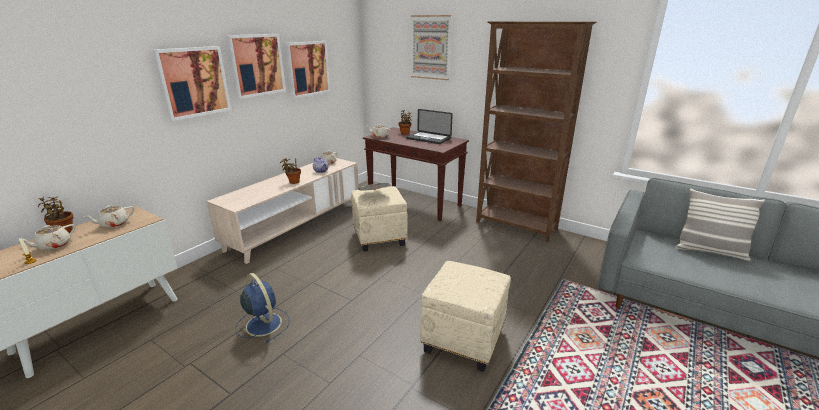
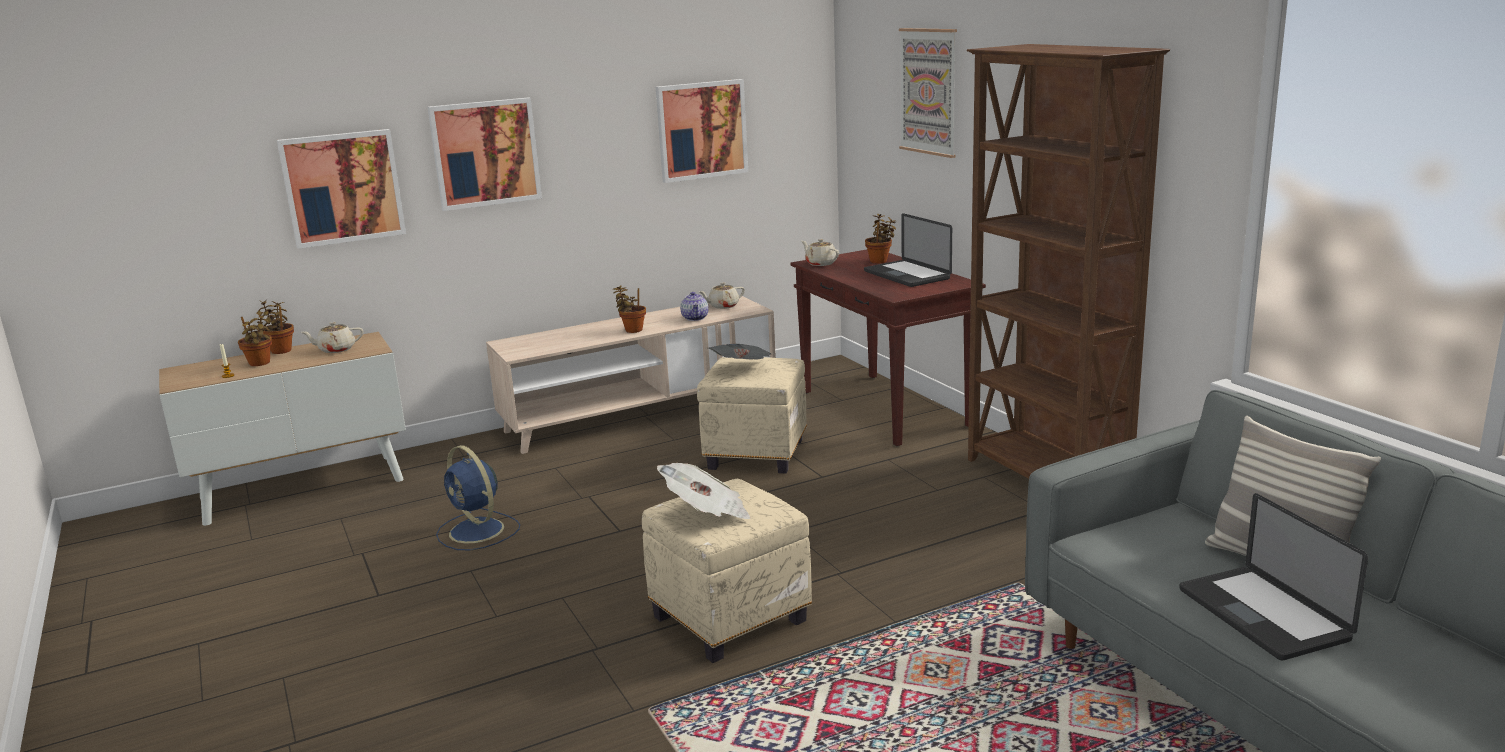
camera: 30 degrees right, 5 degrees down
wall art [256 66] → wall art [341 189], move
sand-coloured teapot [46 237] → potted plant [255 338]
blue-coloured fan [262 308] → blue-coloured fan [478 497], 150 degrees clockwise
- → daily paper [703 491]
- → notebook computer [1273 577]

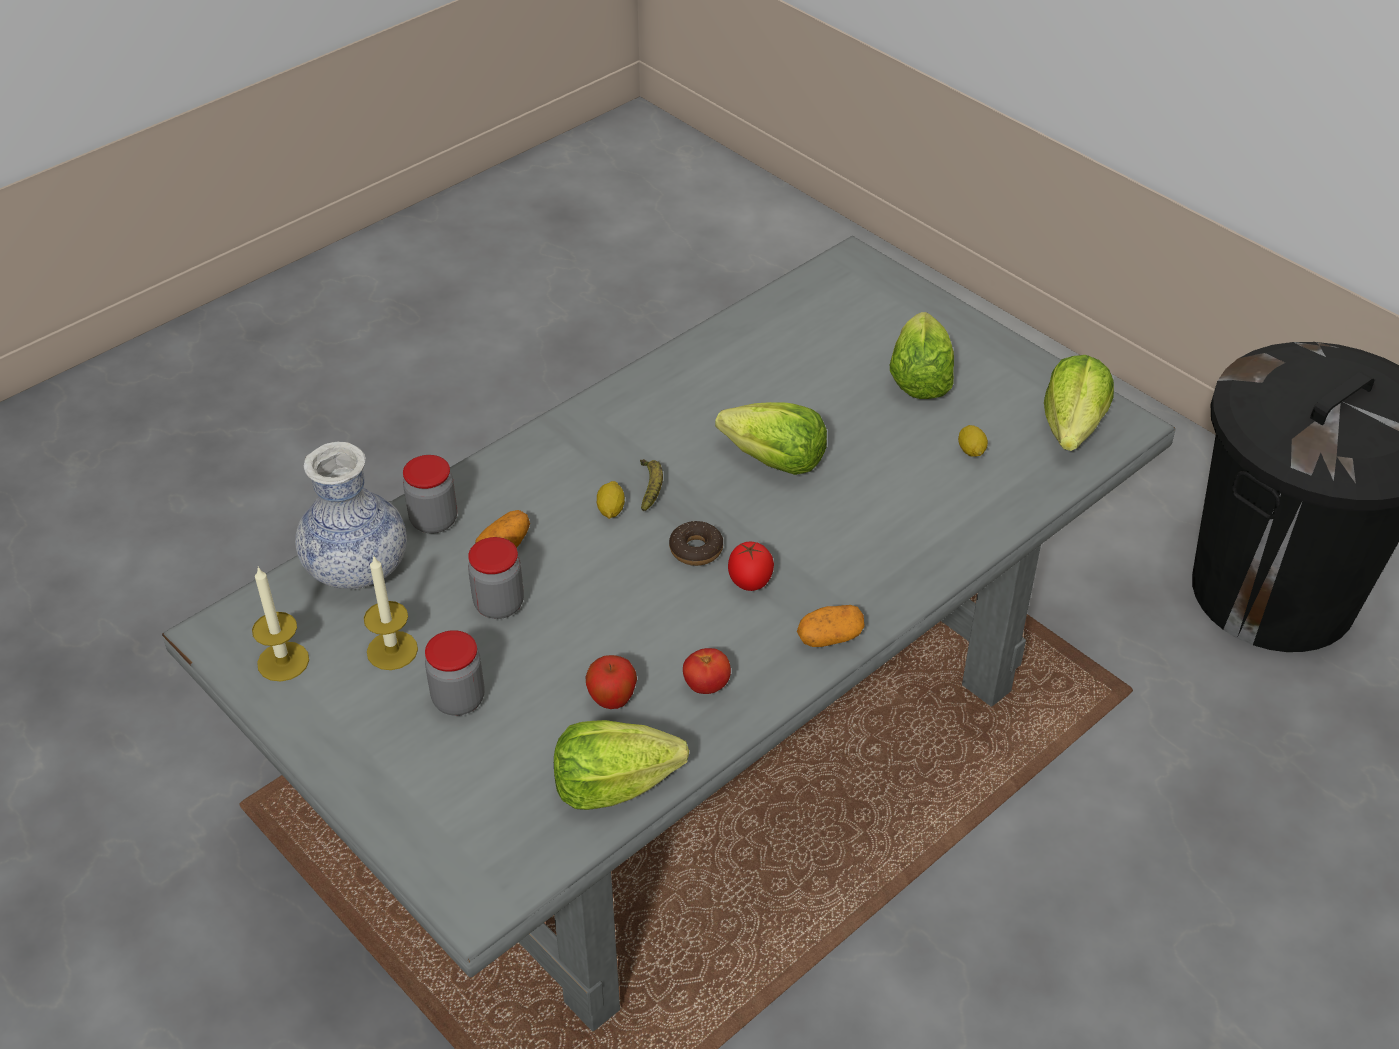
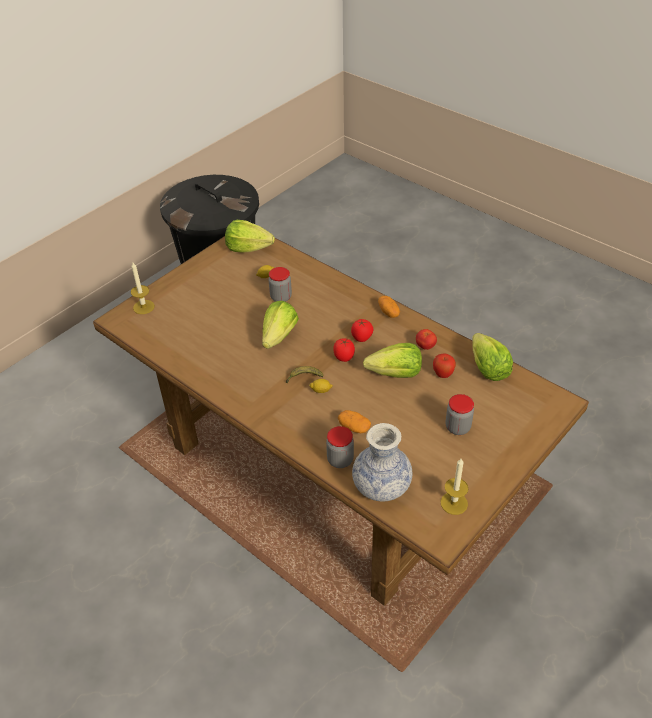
camera: 95 degrees left, 0 degrees up
gray kitchen table [669 633] → brownish kitchen table [341 421]
lettuce head [922 355] → lettuce head [392 360], move
donut [696 543] → fresh tomato [344 350]
preserve jar [496 578] → preserve jar [280 284], move
wax light [391 612] → wax light [143 288], move

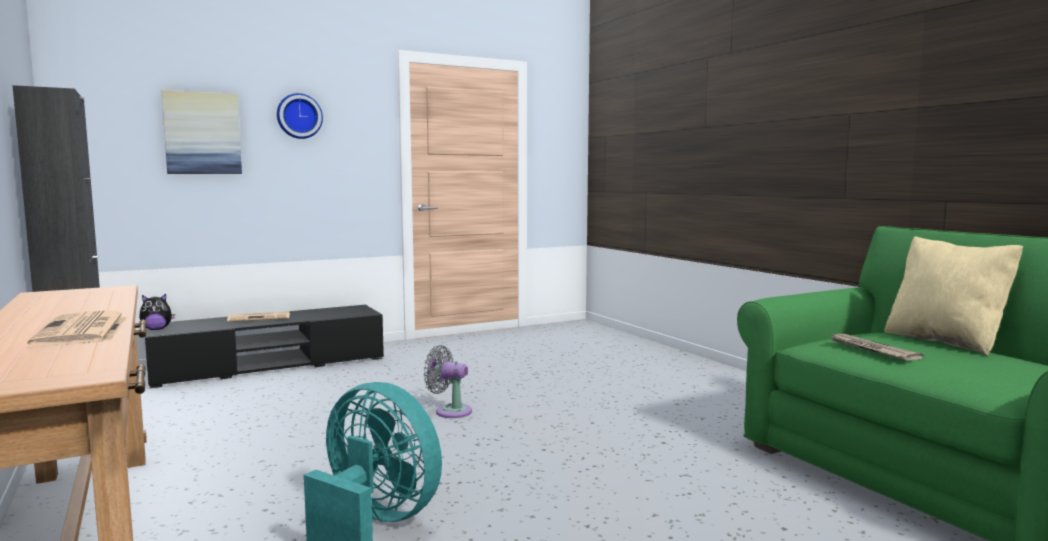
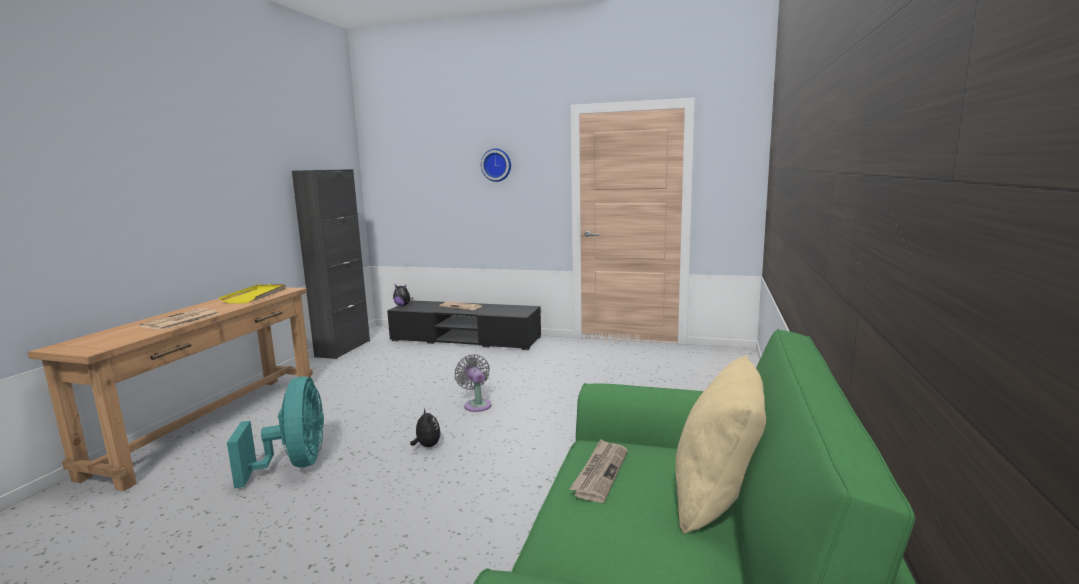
camera: 45 degrees right, 5 degrees up
wall art [202 132] → -
- → yellow-coloured carrying tray [252 294]
- → cuddly toy [425 428]

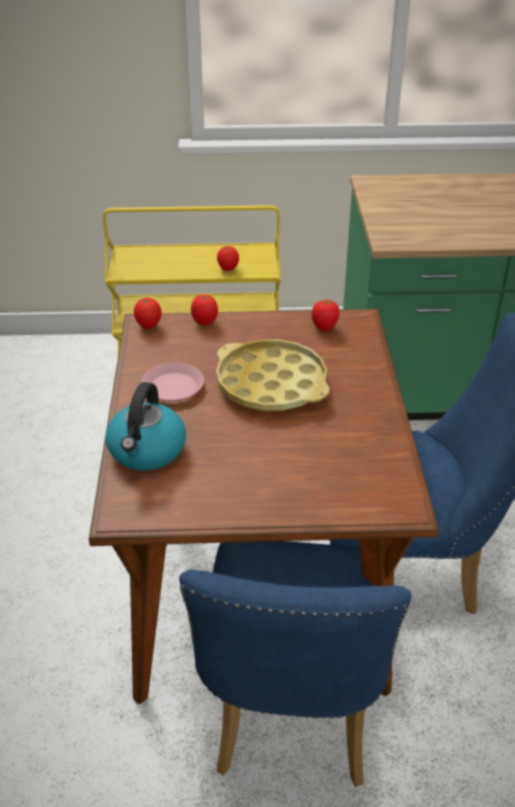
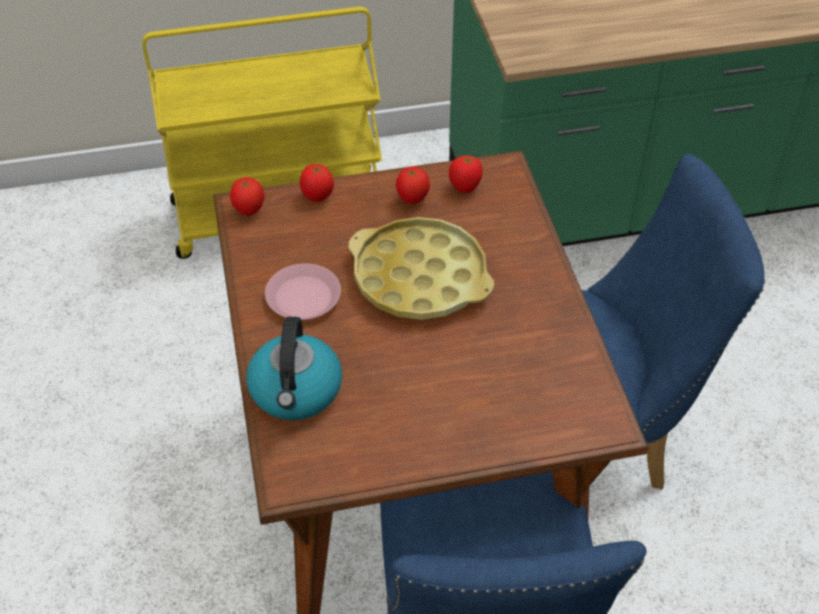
camera: 10 degrees left, 10 degrees up
fresh tomato [228 258] → fresh tomato [413 185], move

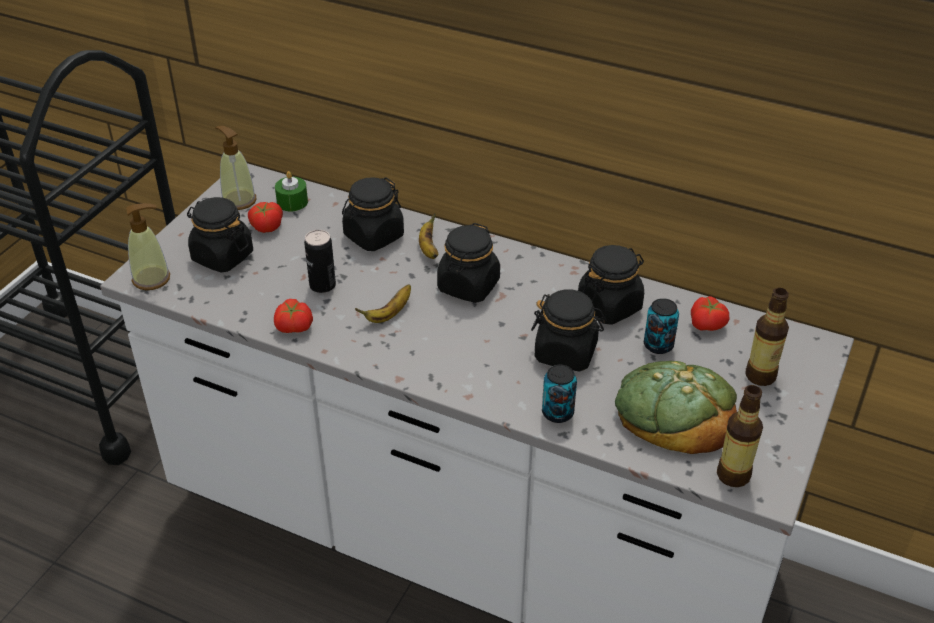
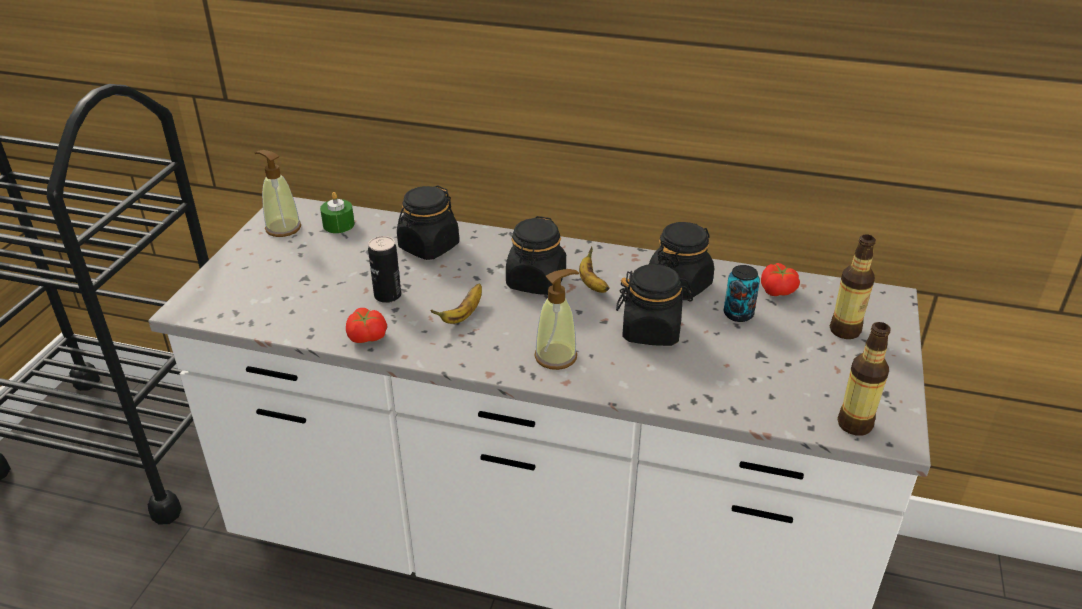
camera: 10 degrees left, 5 degrees down
black-coloured preserve jar [220 235] → -
fresh tomato [265 217] → -
liquid soap bottle [148 246] → liquid soap bottle [556 319], move
banana fruit [428 235] → banana fruit [594 270], move
bread [676 407] → -
can [559 394] → -

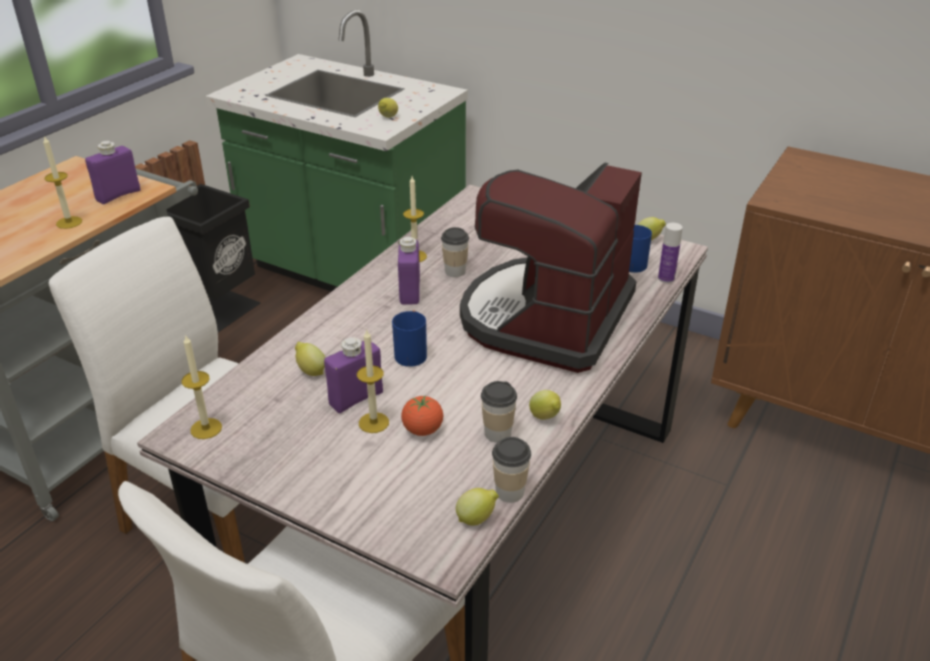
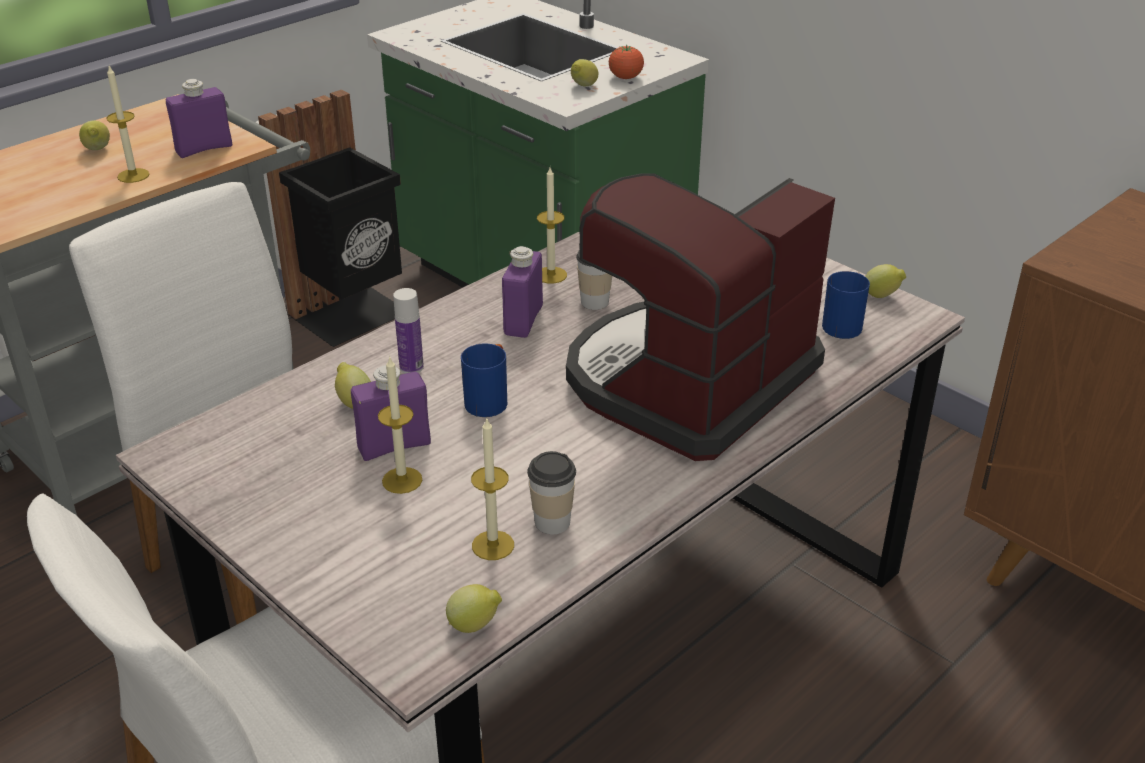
camera: 15 degrees right, 0 degrees up
drink bottle [670 253] → drink bottle [408 331], move
wax light [201 386] → wax light [492 489], move
citrus fruit [545 405] → citrus fruit [94 135], move
fresh tomato [422 416] → fresh tomato [626 62], move
cup [511 470] → -

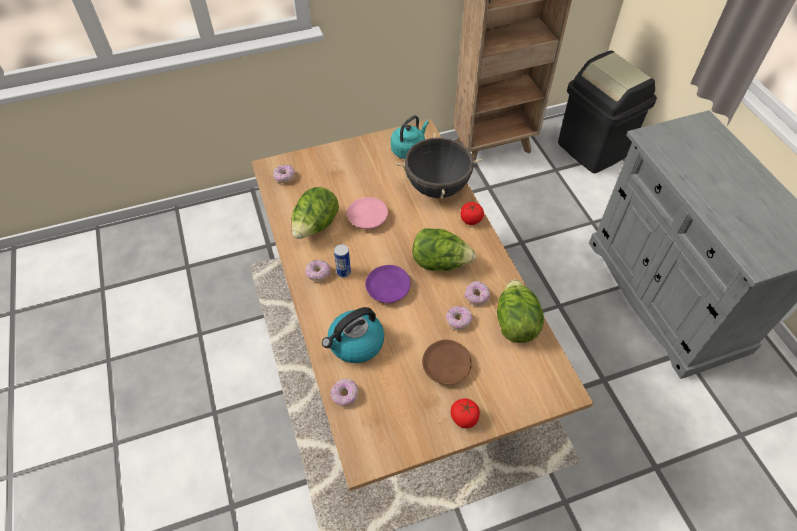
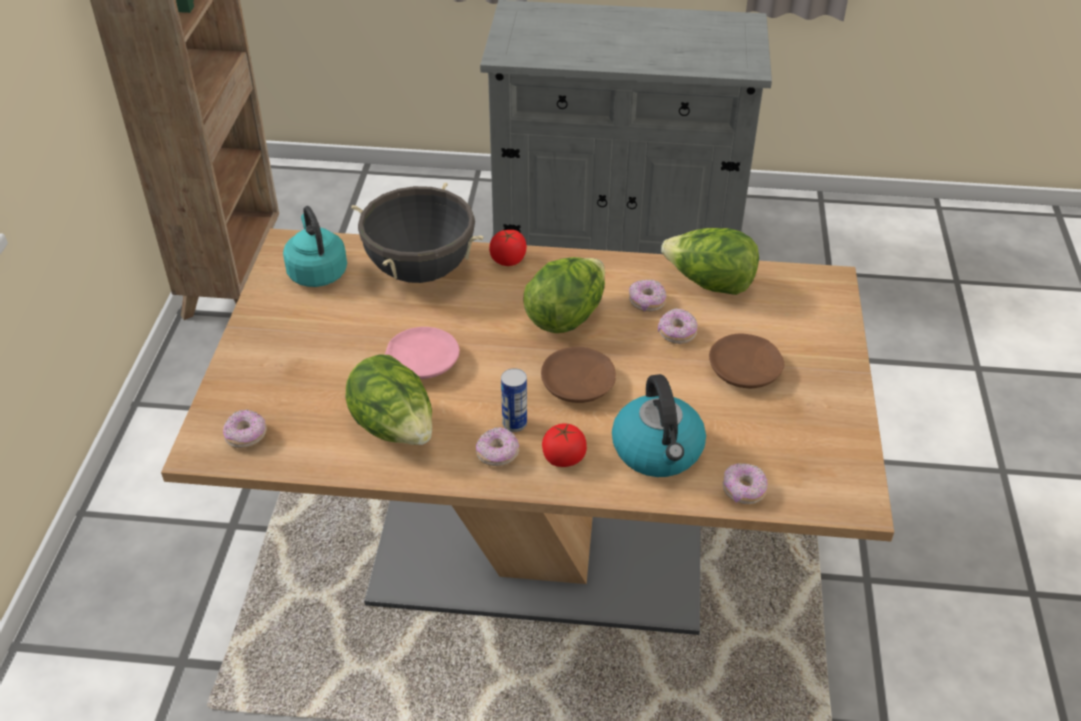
camera: 65 degrees left, 10 degrees down
black-coloured waste bin [607 111] → -
purple-coloured flat dish [388 284] → brownish flat dish [578 375]
fresh tomato [465 413] → fresh tomato [564 445], move

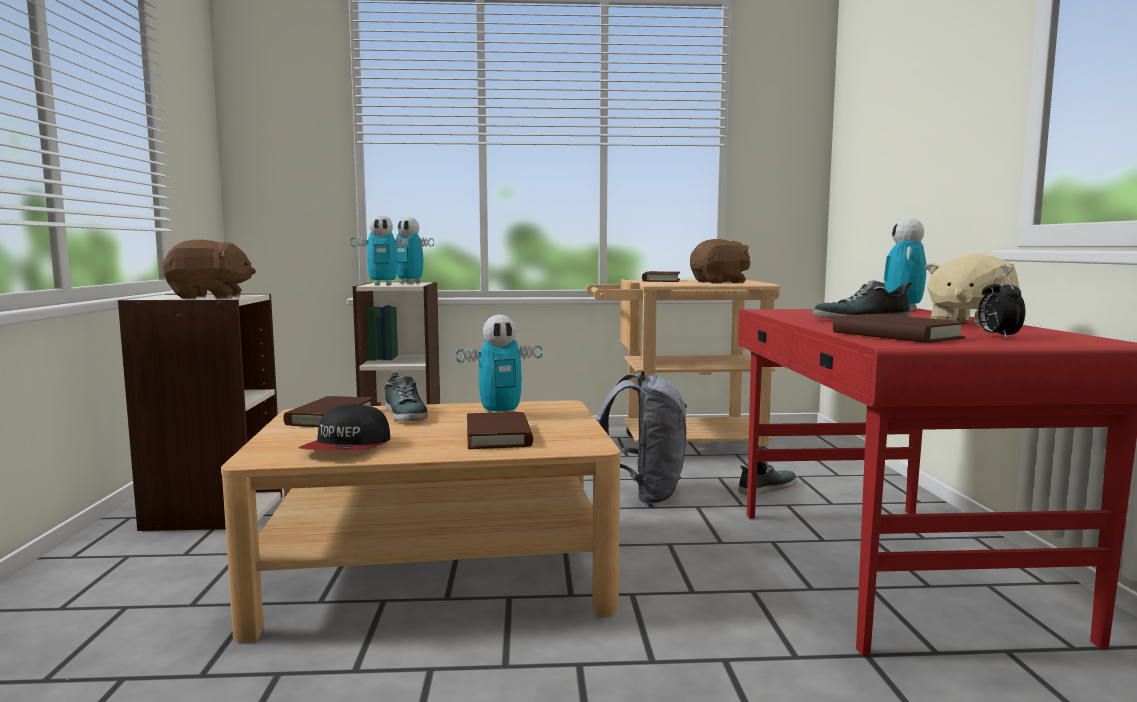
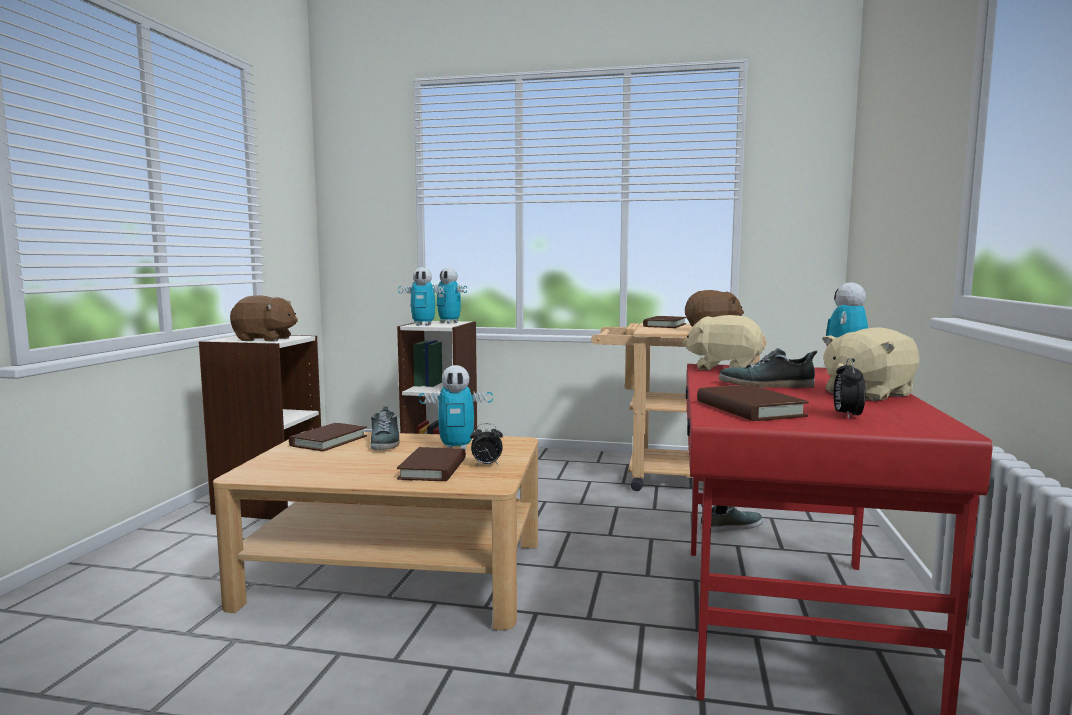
camera: 15 degrees right, 0 degrees up
gray knapsack [641 437] → -
peaked cap [344 427] → -
- → sand-coloured cuddly toy [724 342]
- → alarm clock [486 444]

